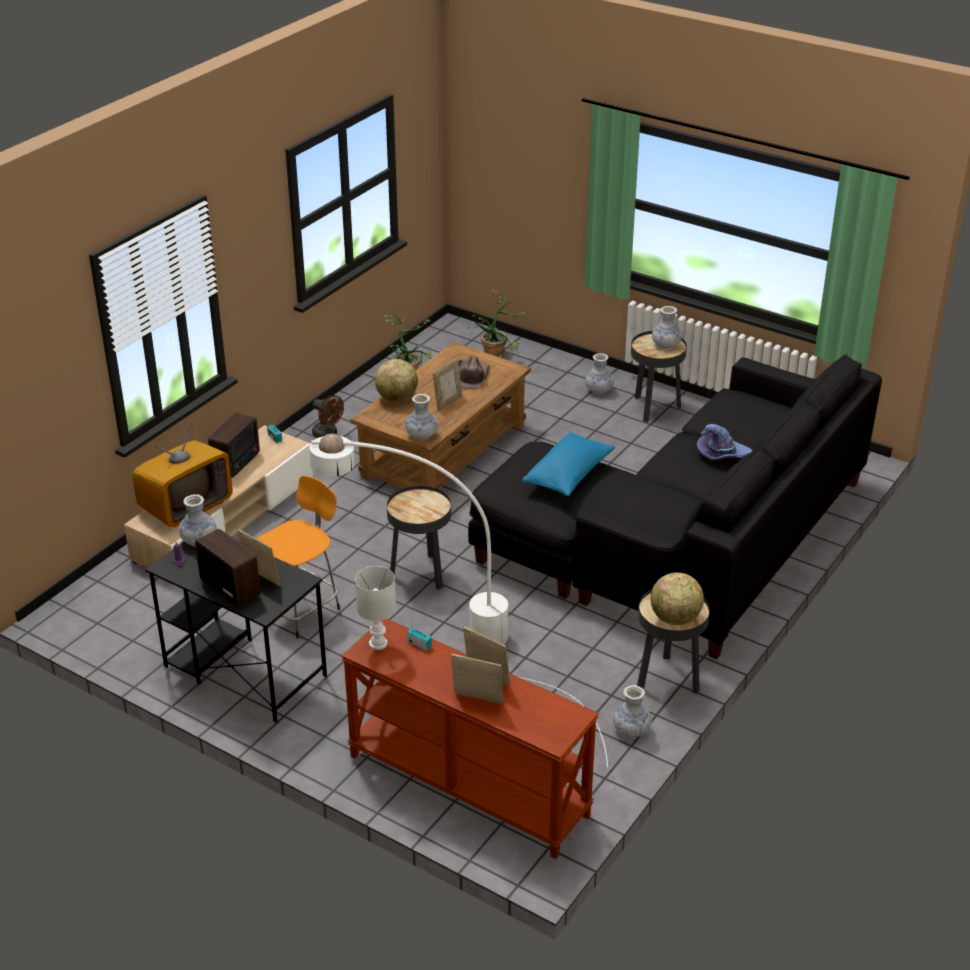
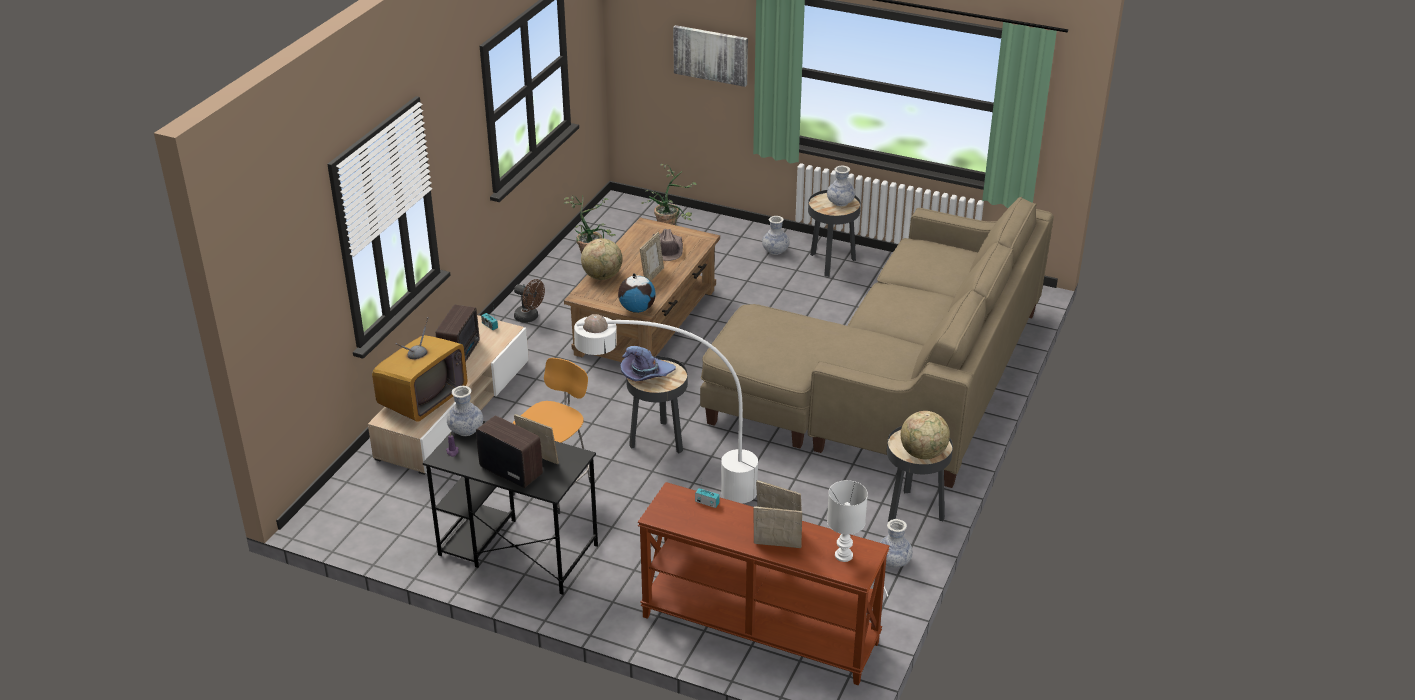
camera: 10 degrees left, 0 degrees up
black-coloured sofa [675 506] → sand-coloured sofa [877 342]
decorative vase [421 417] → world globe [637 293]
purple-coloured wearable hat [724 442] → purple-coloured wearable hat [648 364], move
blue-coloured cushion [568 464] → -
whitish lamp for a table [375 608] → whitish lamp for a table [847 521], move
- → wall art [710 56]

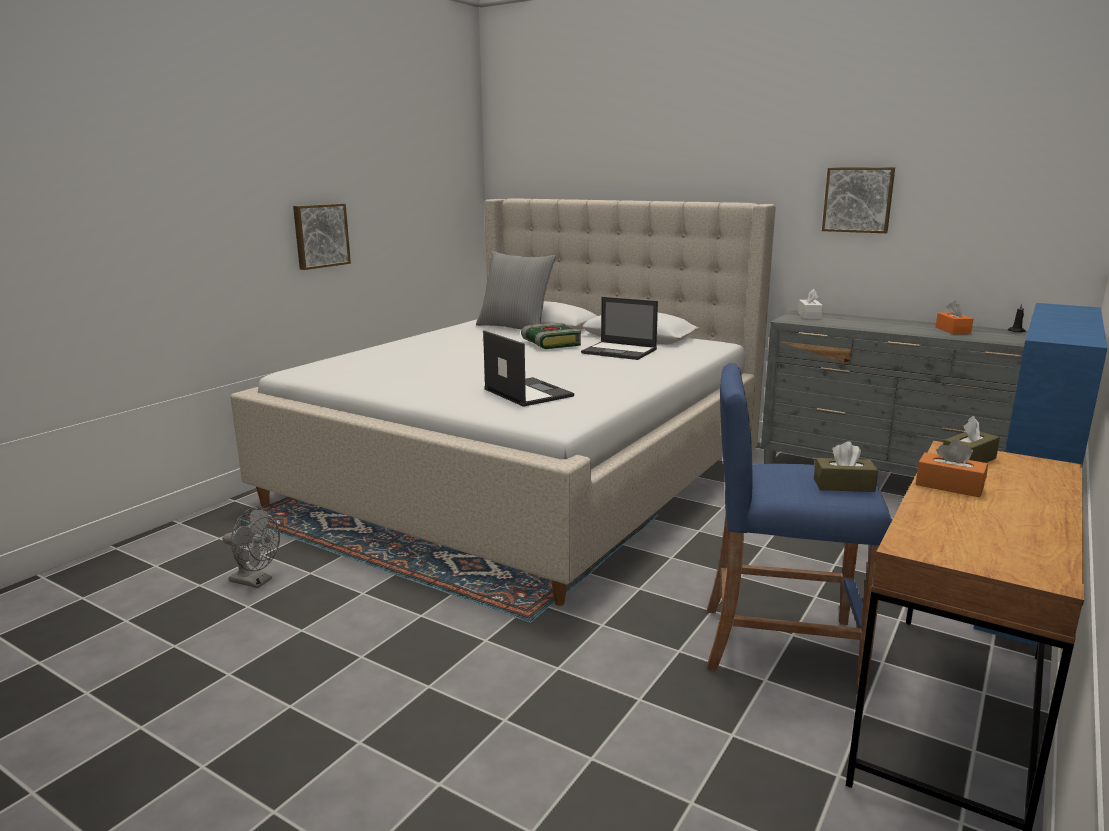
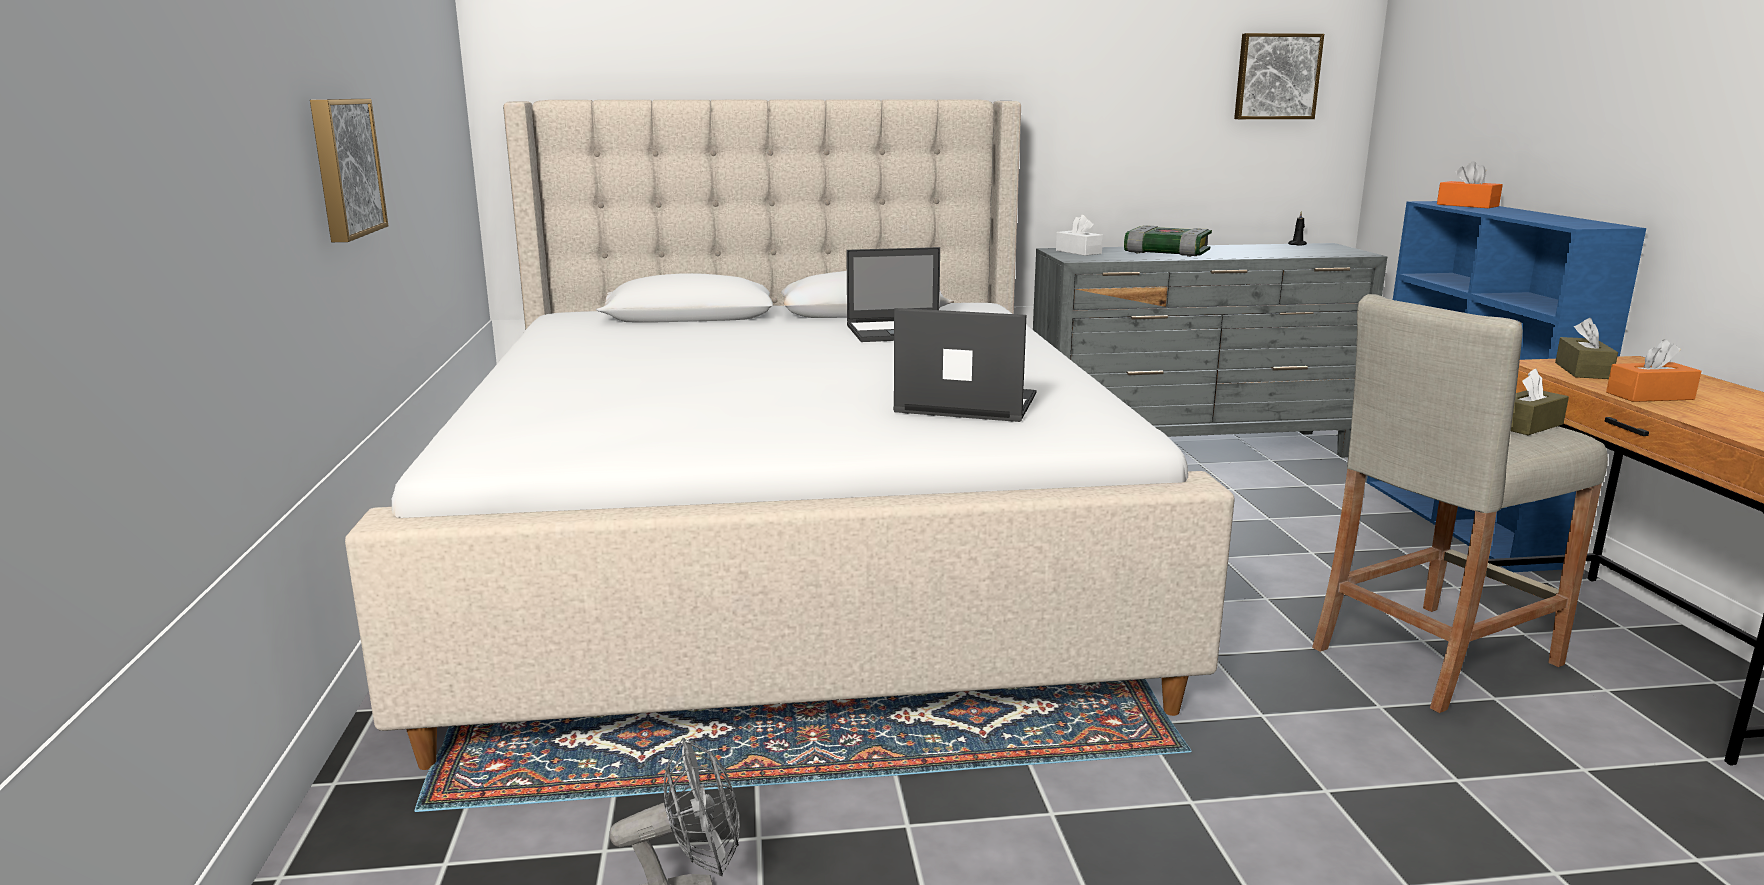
camera: 40 degrees left, 0 degrees up
wall art [858 200] → wall art [1279 76], move
gray cushion [516 290] → -
orange-coloured tissue box [954 317] → orange-coloured tissue box [1470 184], move
bound book [551 336] → bound book [1168 241], move
blue-coloured stool seat [799 525] → sand-coloured stool seat [1460 503]

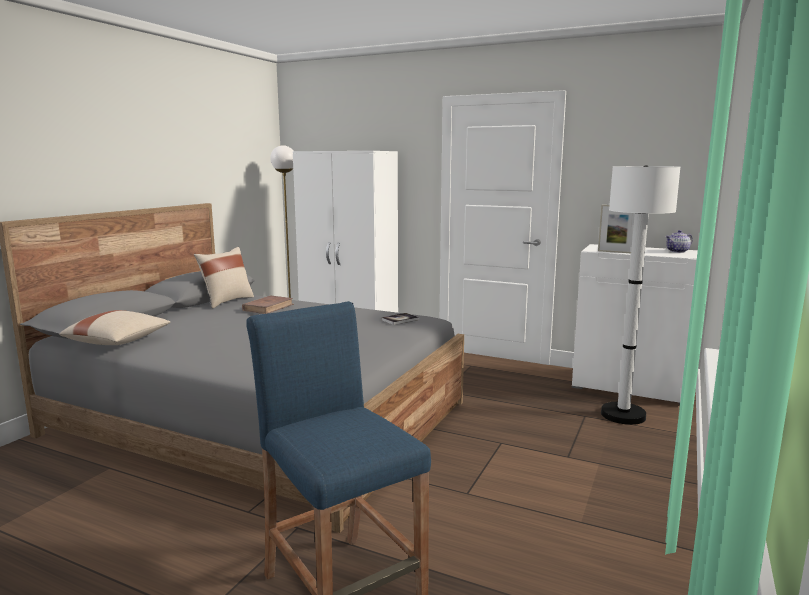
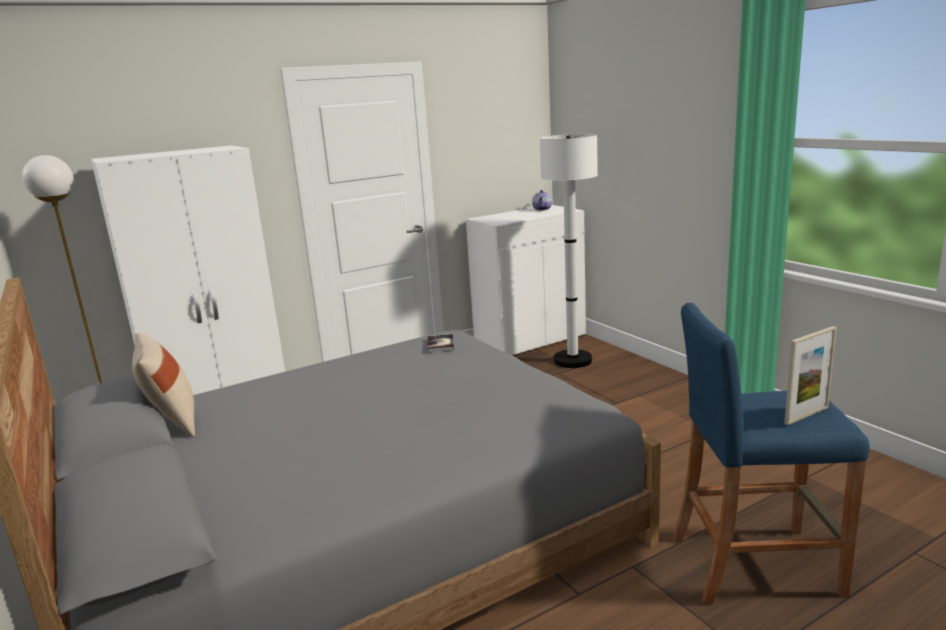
camera: 55 degrees left, 5 degrees up
standing frame [616 229] → standing frame [810 375], move
brownish bound book [268 304] → -
sand-coloured cushion [115 327] → -

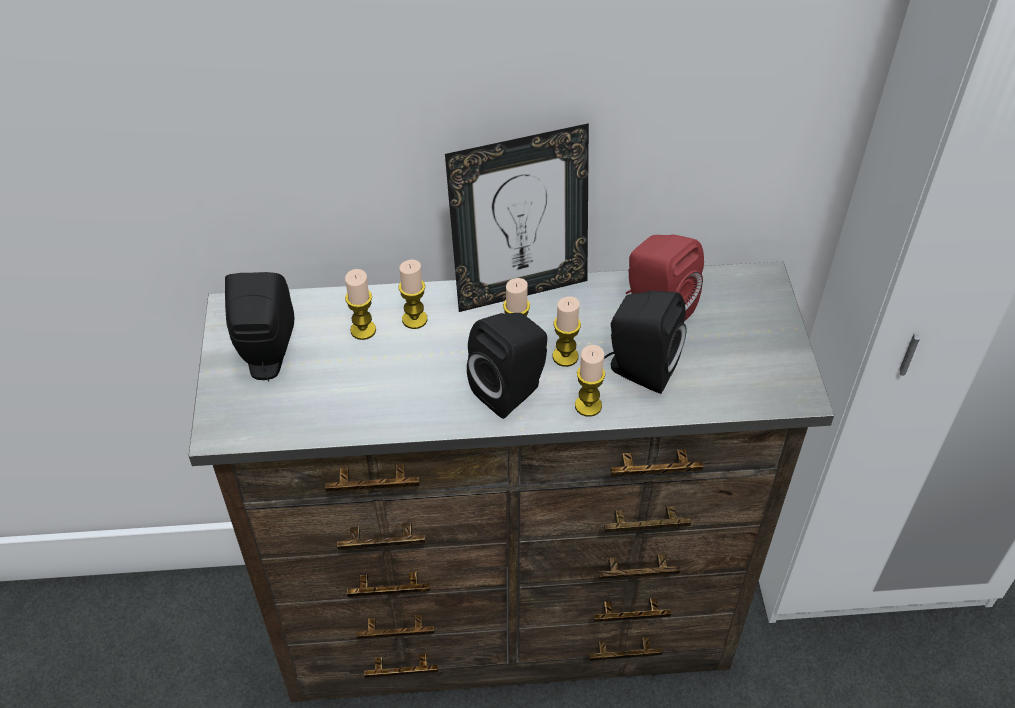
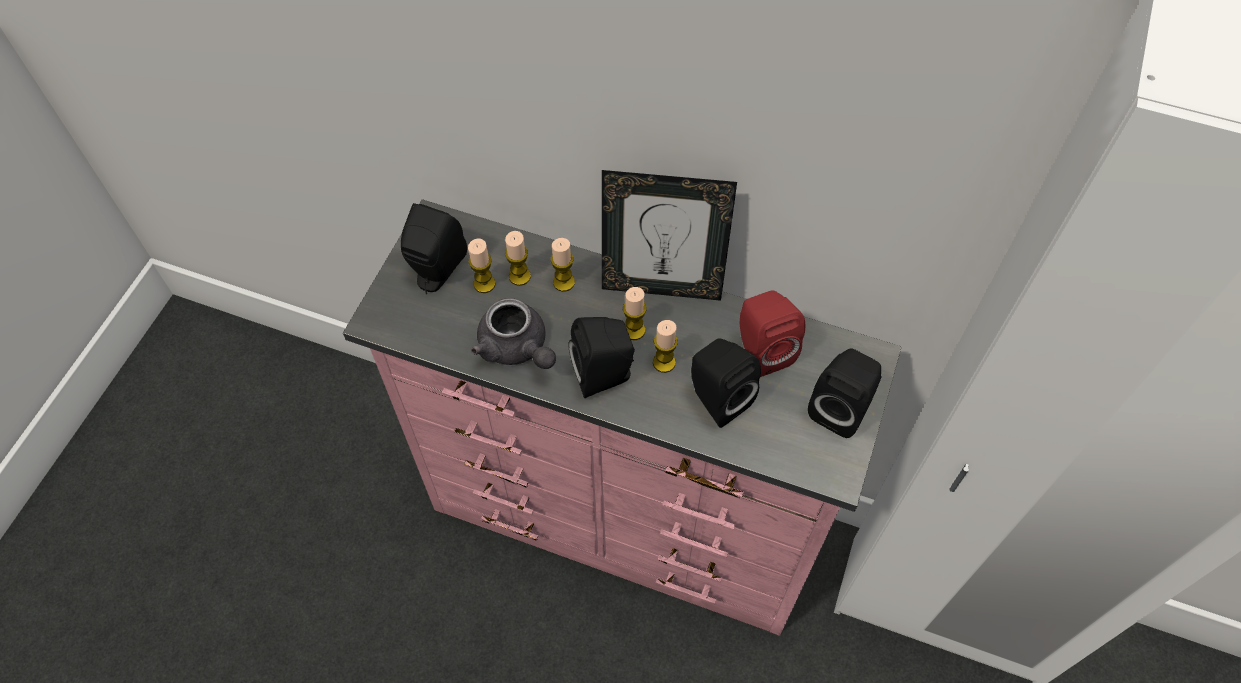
camera: 25 degrees right, 10 degrees up
brownish dresser [511 481] → pinkish dresser [622 417]
wax light [590 381] → wax light [482 266], move
- → gray teapot [513 333]
- → black-coloured audio speaker [845 393]

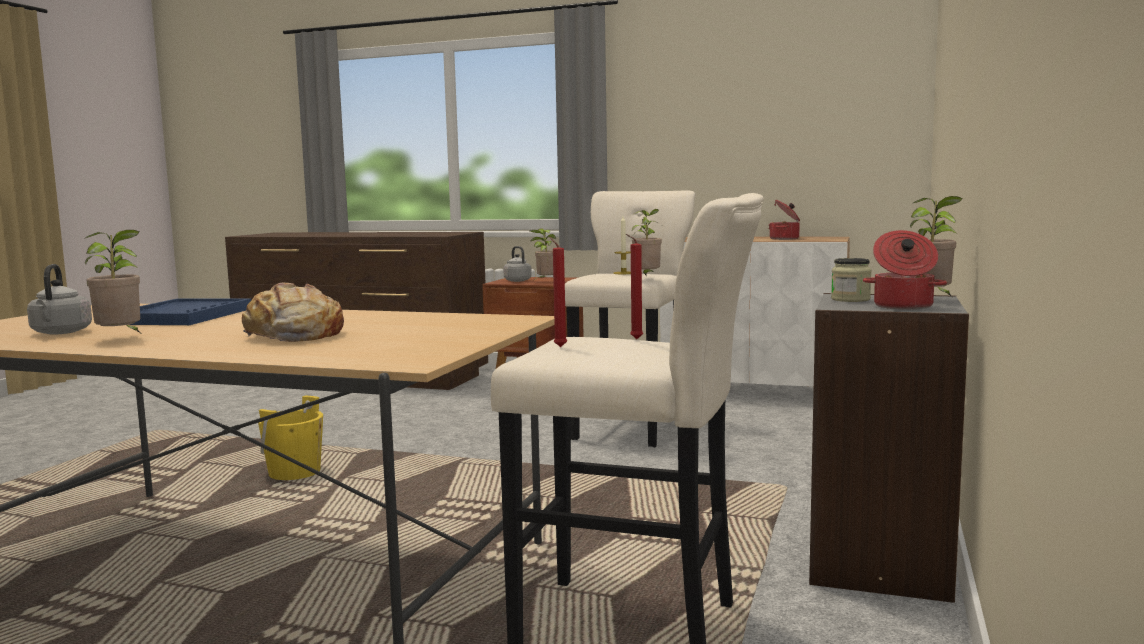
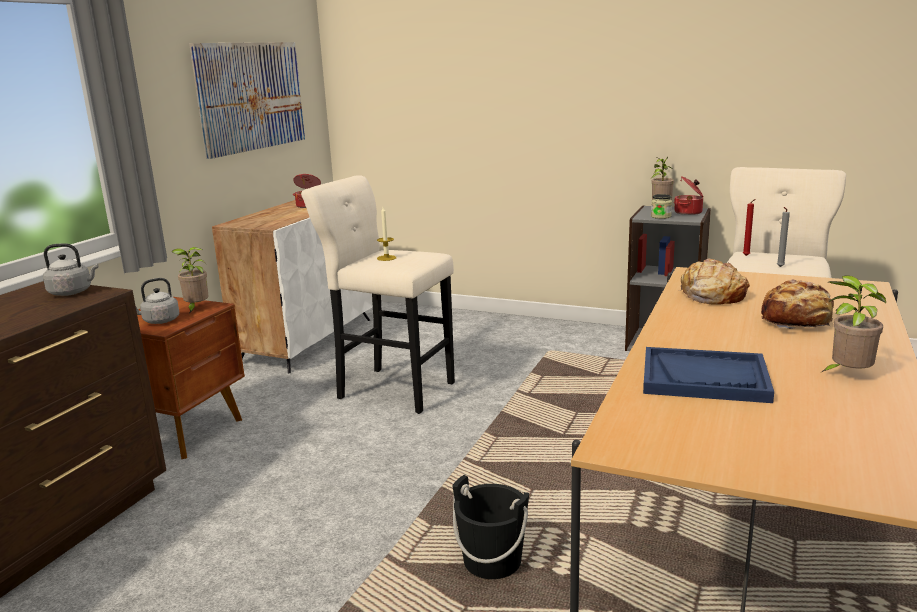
camera: 85 degrees left, 10 degrees up
potted plant [647 242] → -
red wax light [558 292] → gray wax light [783 237]
gray tea kettle [59 299] → gray tea kettle [71 269], move
yellow-coloured water bucket [290 437] → black-coloured water bucket [490 527]
- → wall art [247 100]
- → bread [714 282]

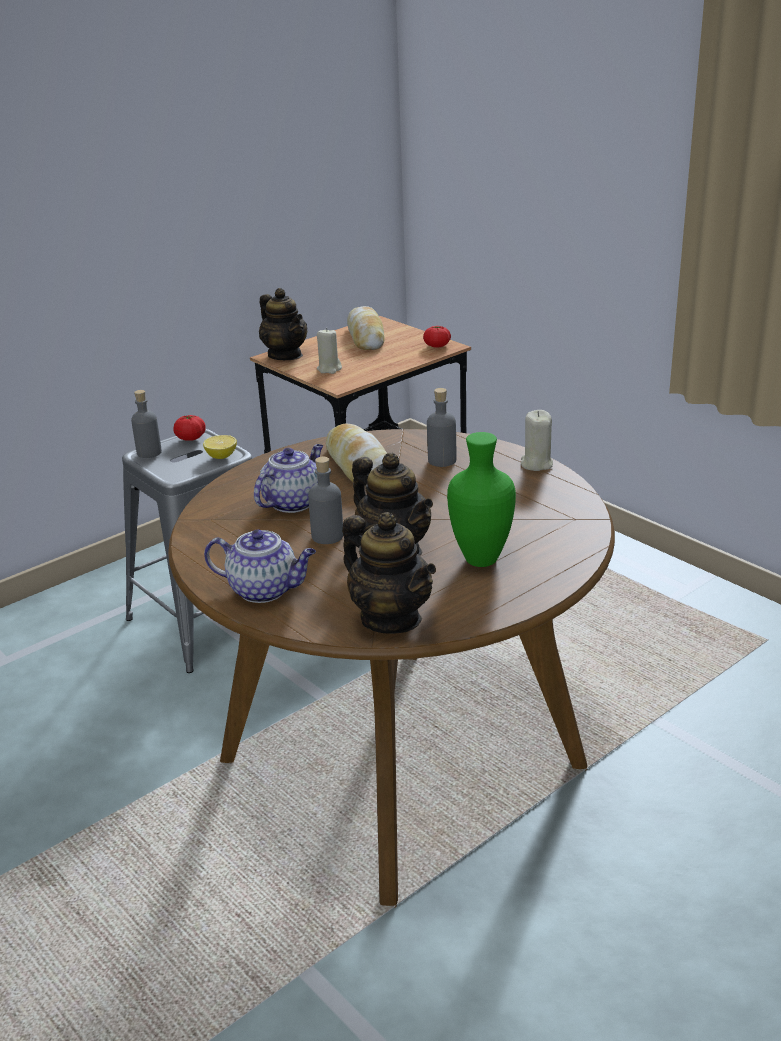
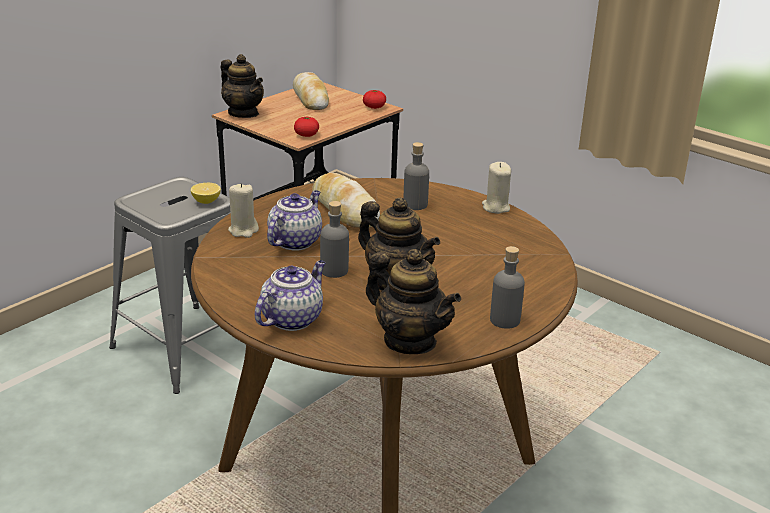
camera: 10 degrees left, 0 degrees up
sand-coloured wax light [329 351] → sand-coloured wax light [243 210], move
gray drink bottle [146 424] → gray drink bottle [507 287], move
fresh tomato [189 428] → fresh tomato [306 127], move
greenish decorative vase [481 499] → -
teapot [260 566] → teapot [290 295], 60 degrees counterclockwise

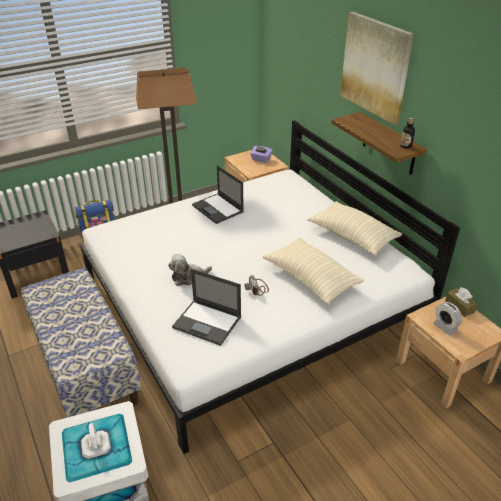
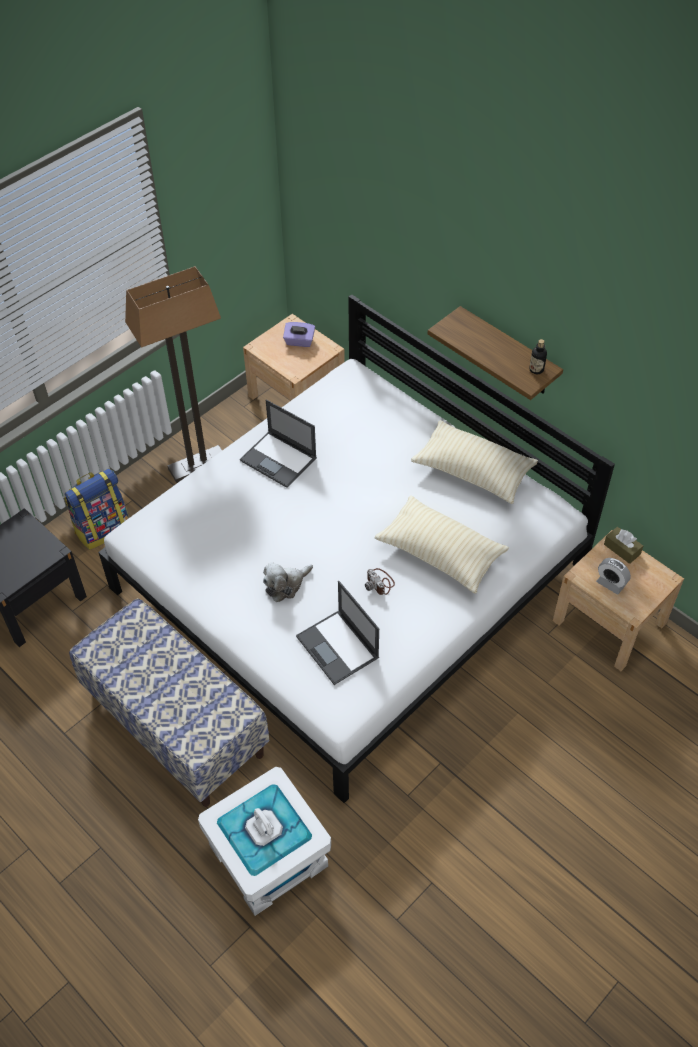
camera: 15 degrees left, 15 degrees up
wall art [377 68] → -
notebook computer [207 307] → notebook computer [337 633], 45 degrees clockwise

